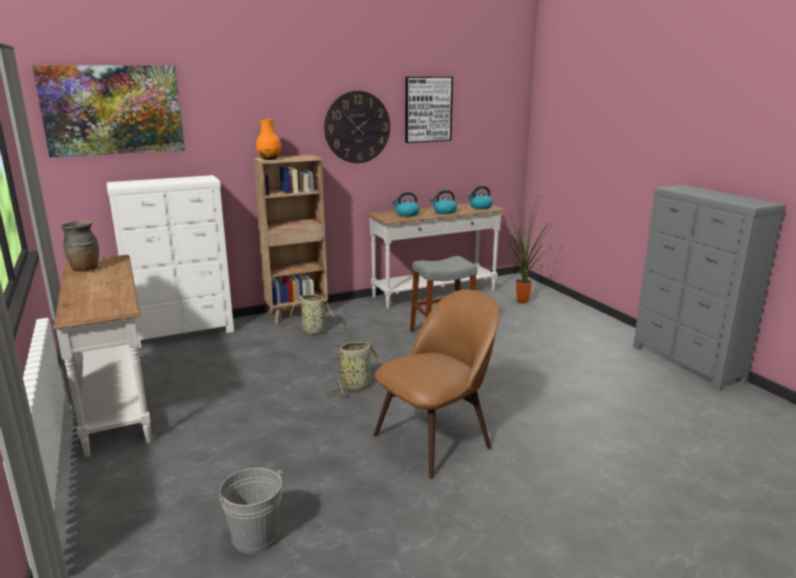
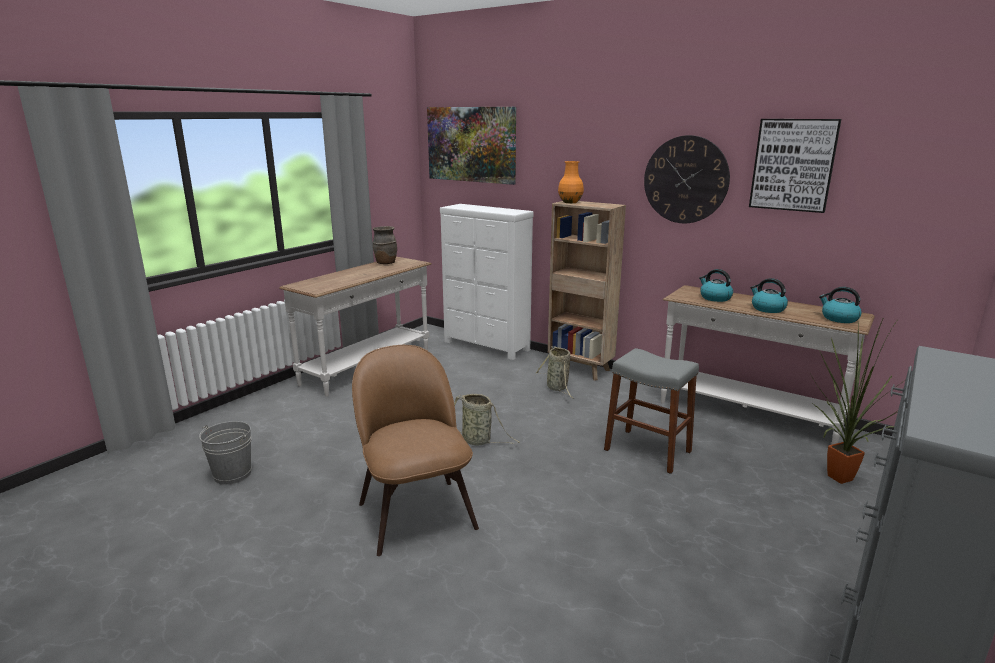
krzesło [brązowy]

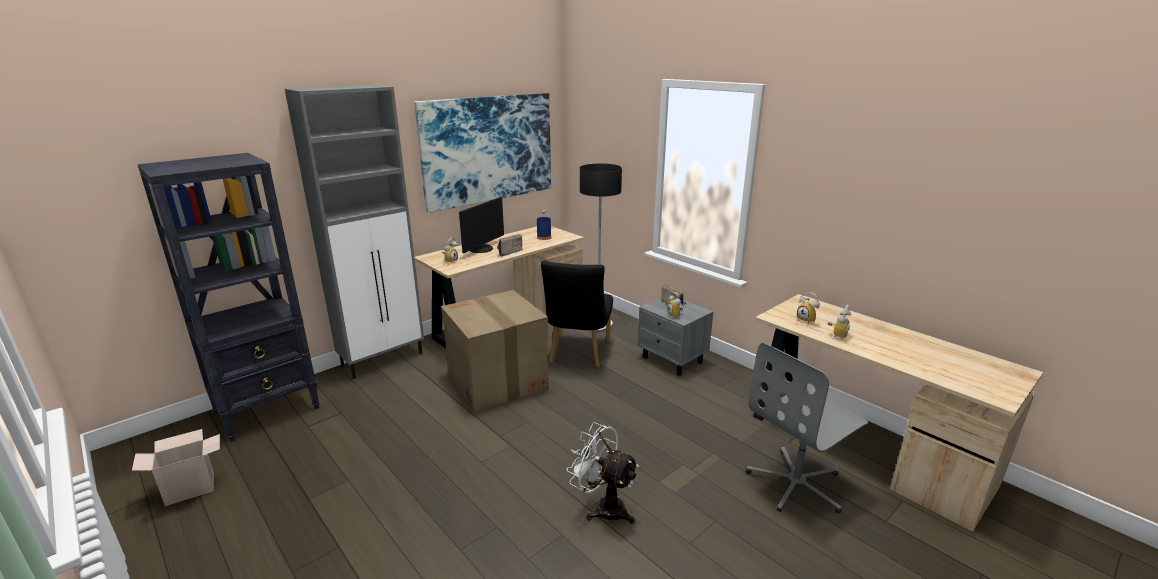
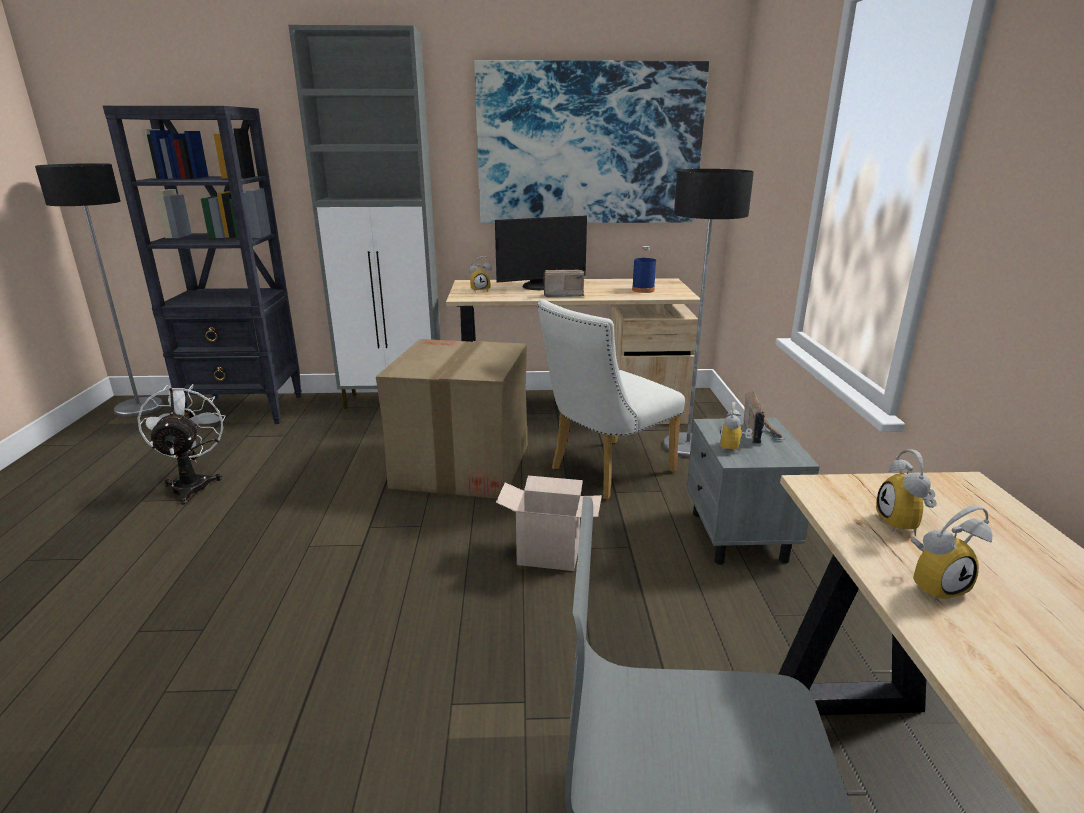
lampa stojąca (1st from left)
karton (2nd from left)
wentylator [biały]
krzesło [biały]

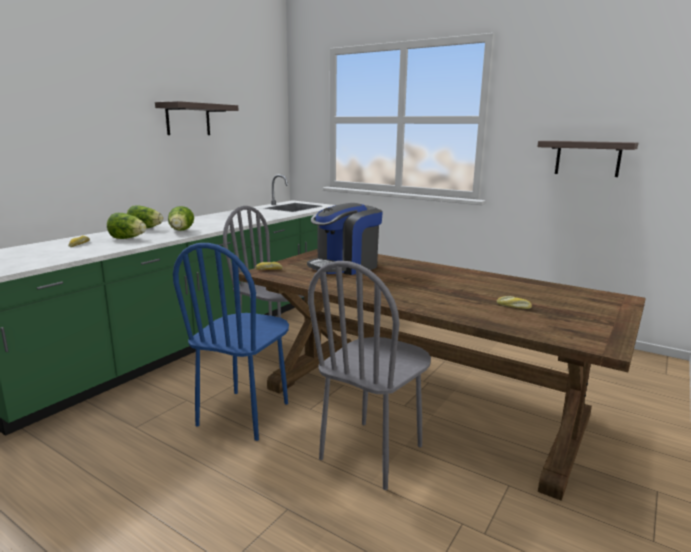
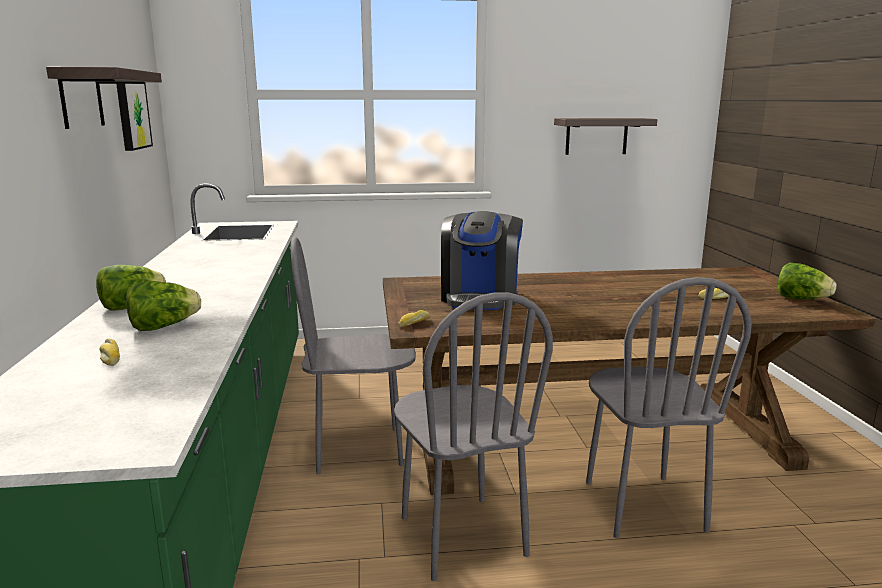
obraz
sałata (3rd from left)
krzesło [szary] (2nd from left)

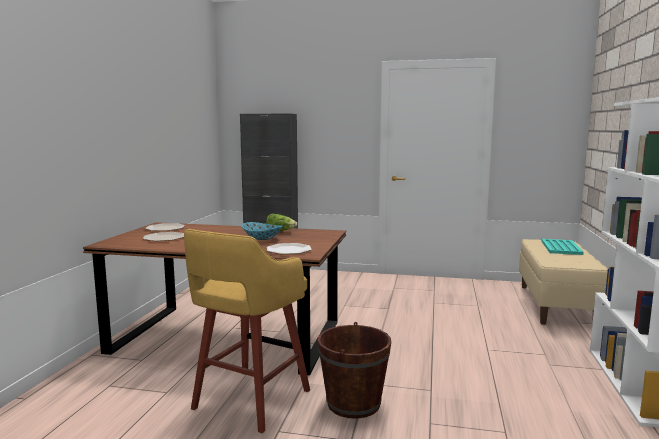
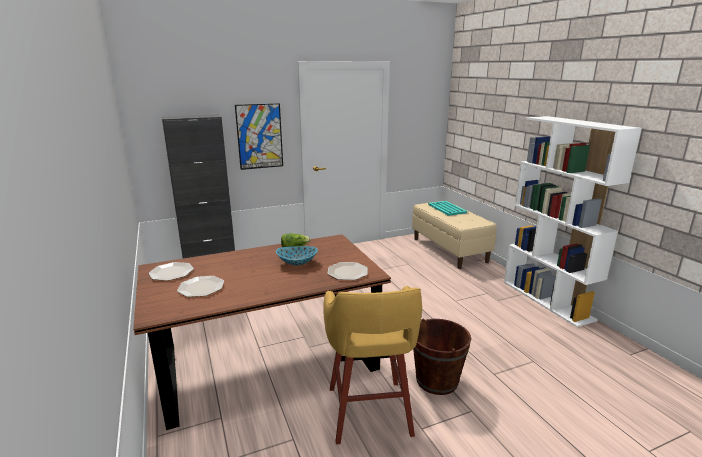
obraz

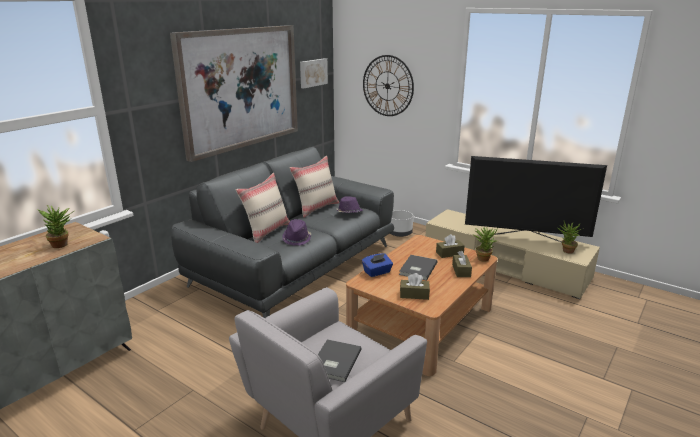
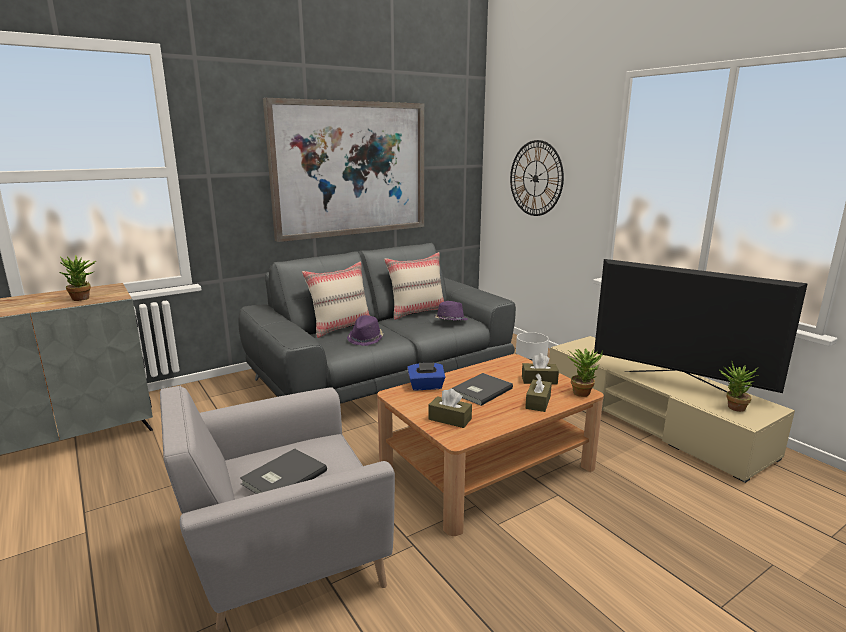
obraz (2nd from left in the first image)

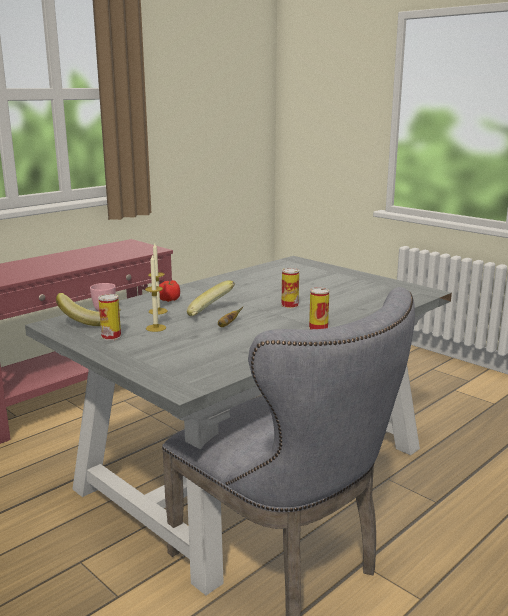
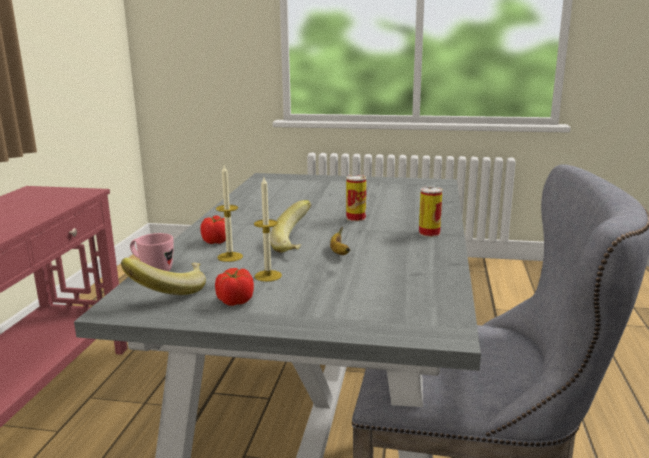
pomidor (2nd from left)

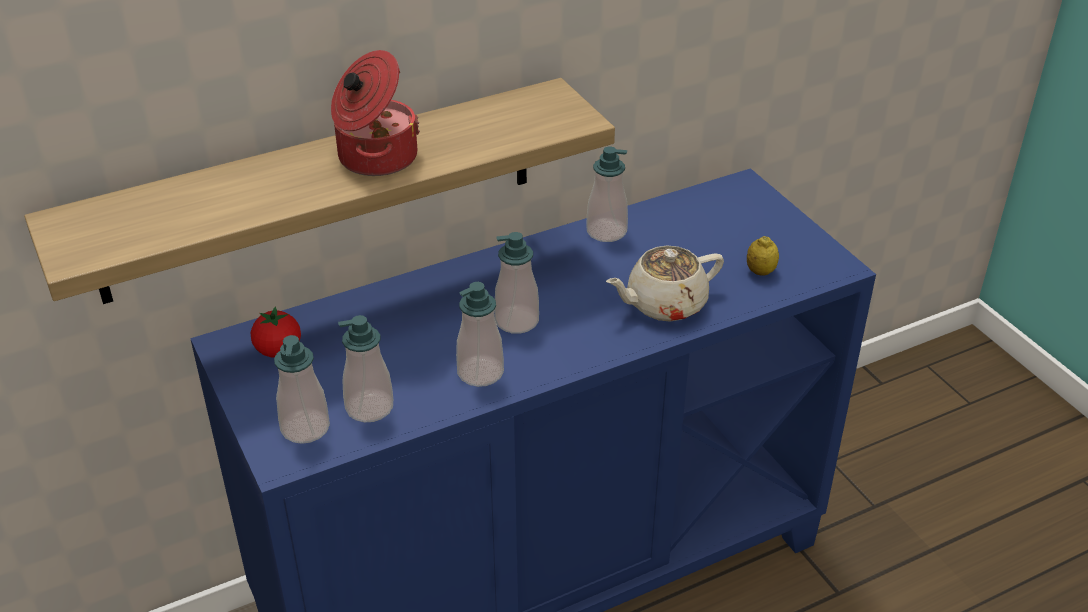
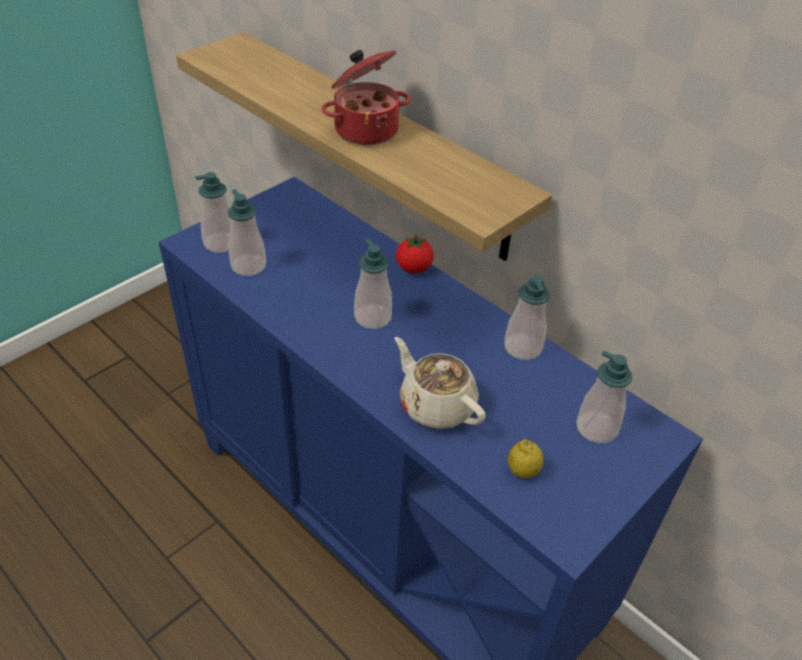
pomidor
dozownik mydła (5th from left)

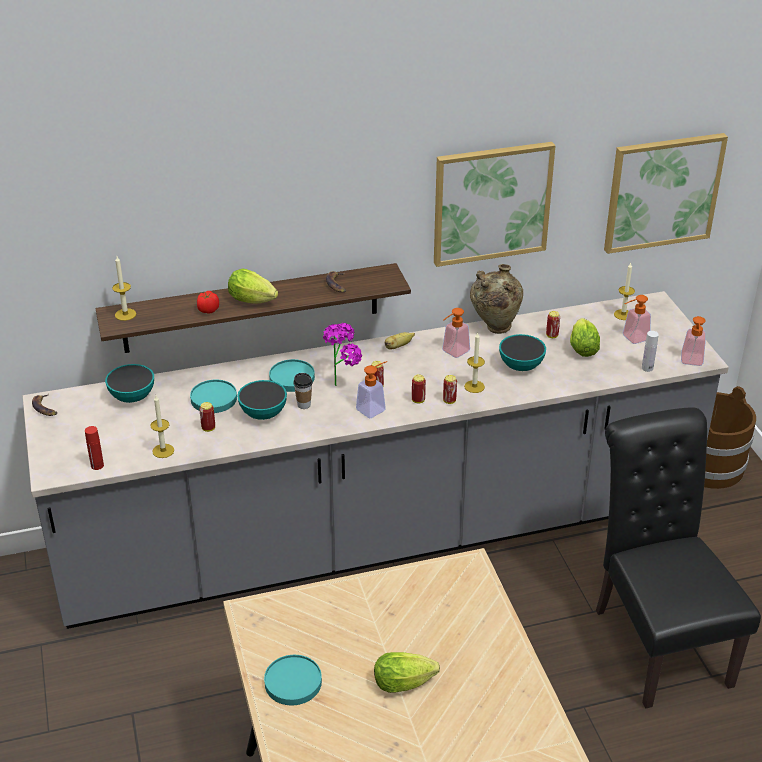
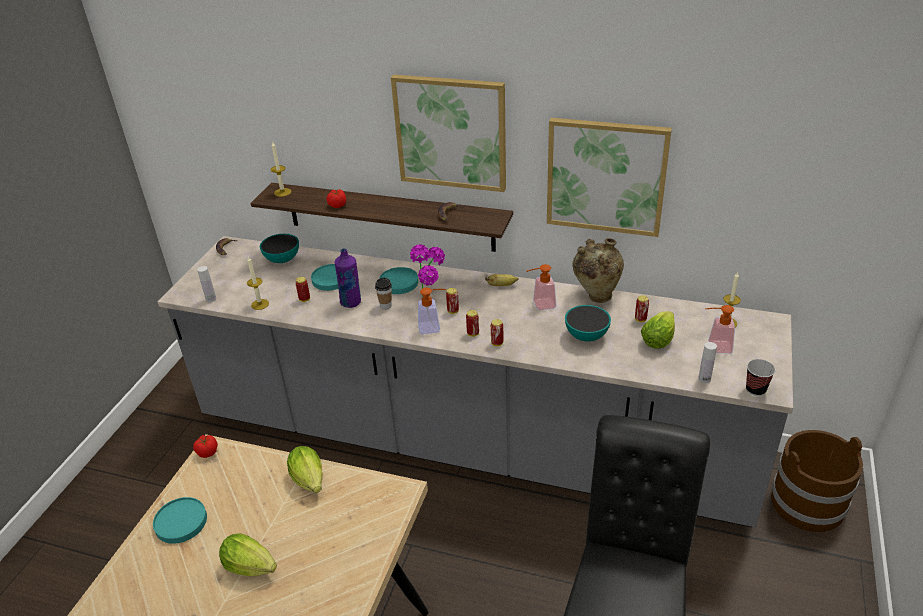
świeca (3rd from left in the first image)
pomidor (1st from left)
sałata (2nd from left)
obraz (1st from left)
butelka [fioletowy]
filiżanka (2nd from left)
butelka [biały] (1st from left)

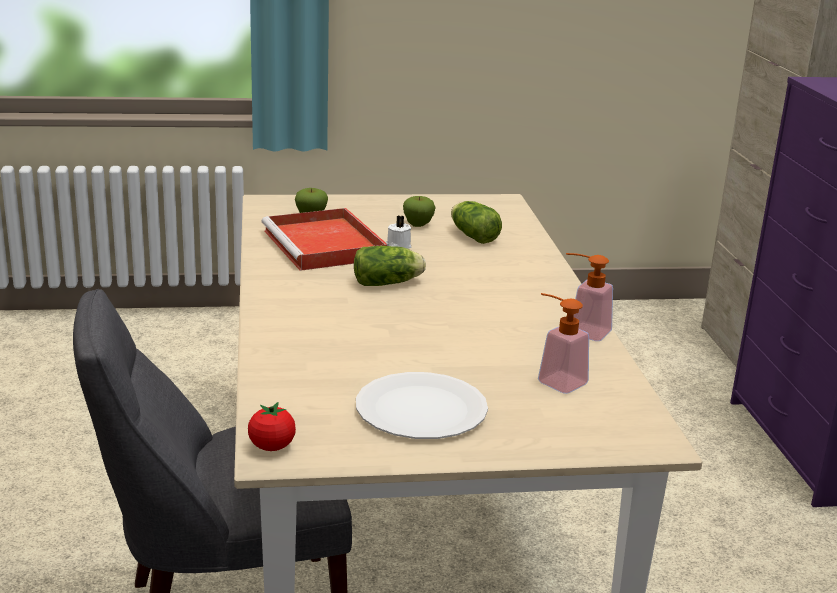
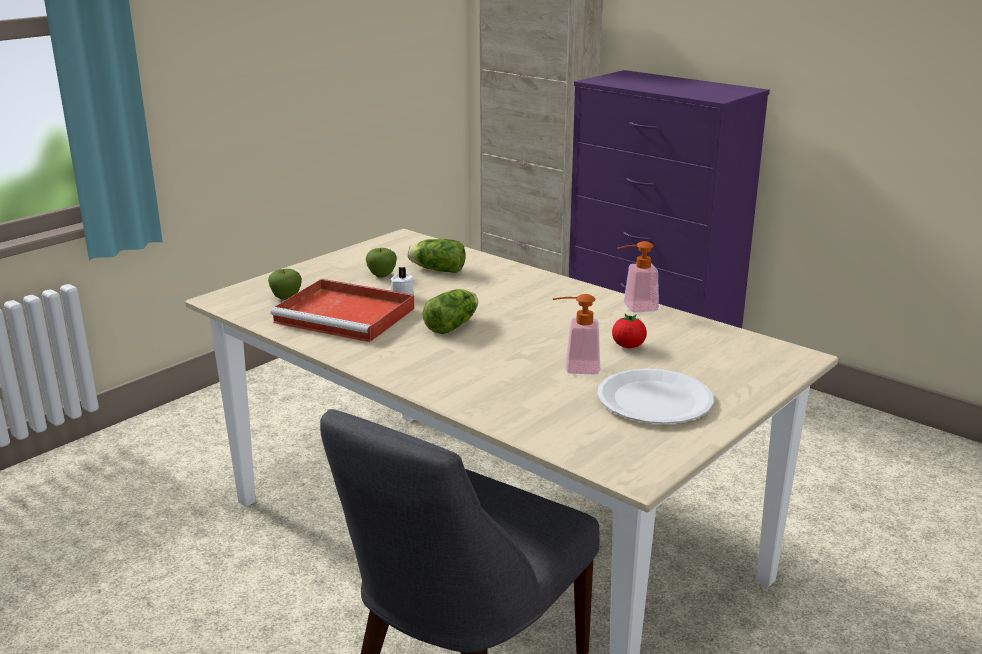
pomidor
dozownik mydła (1st from left)

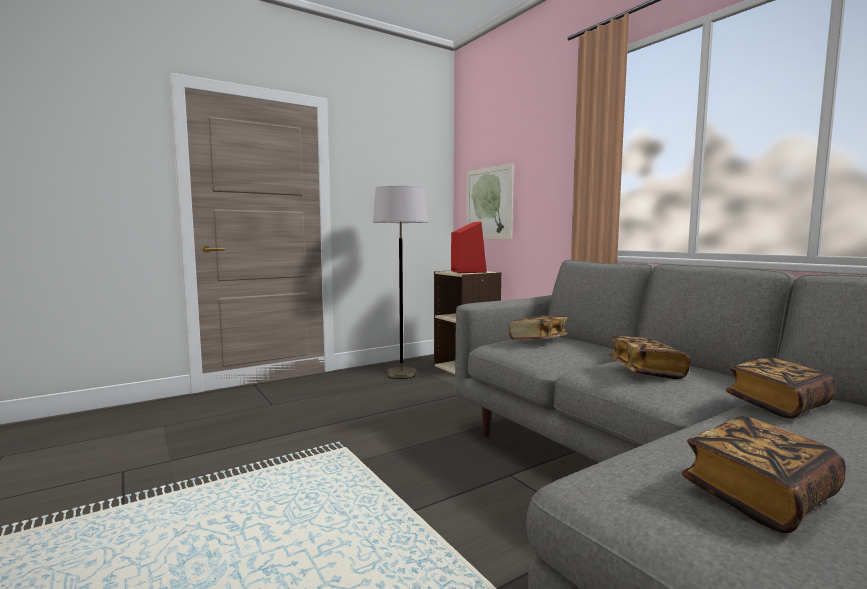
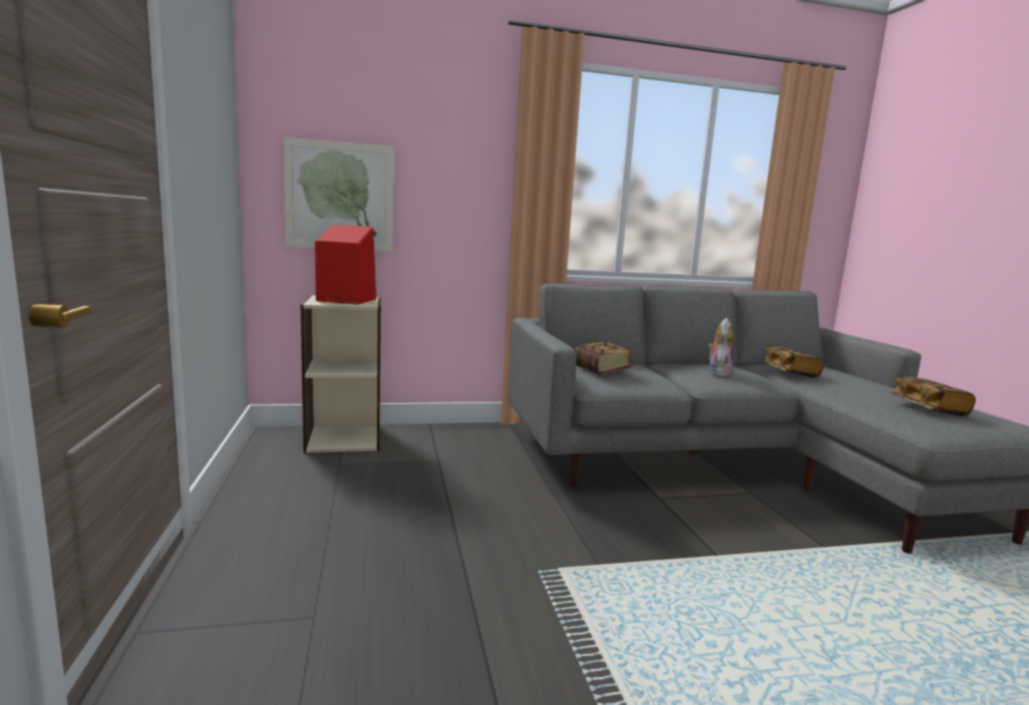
lampa stojąca [szary]
pluszak

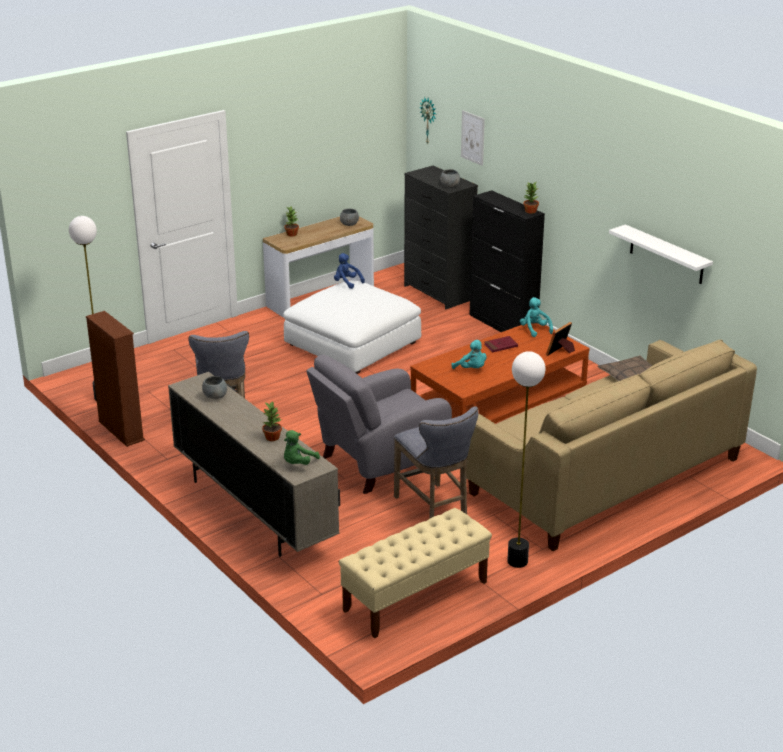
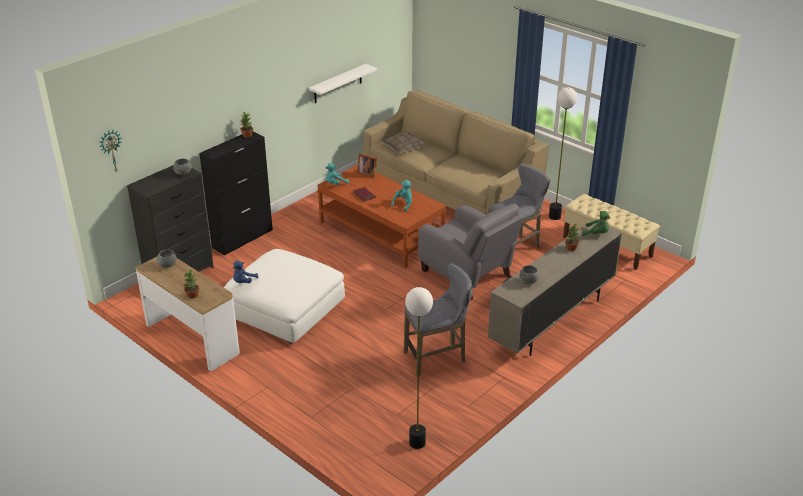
regał [brązowy]
obraz

